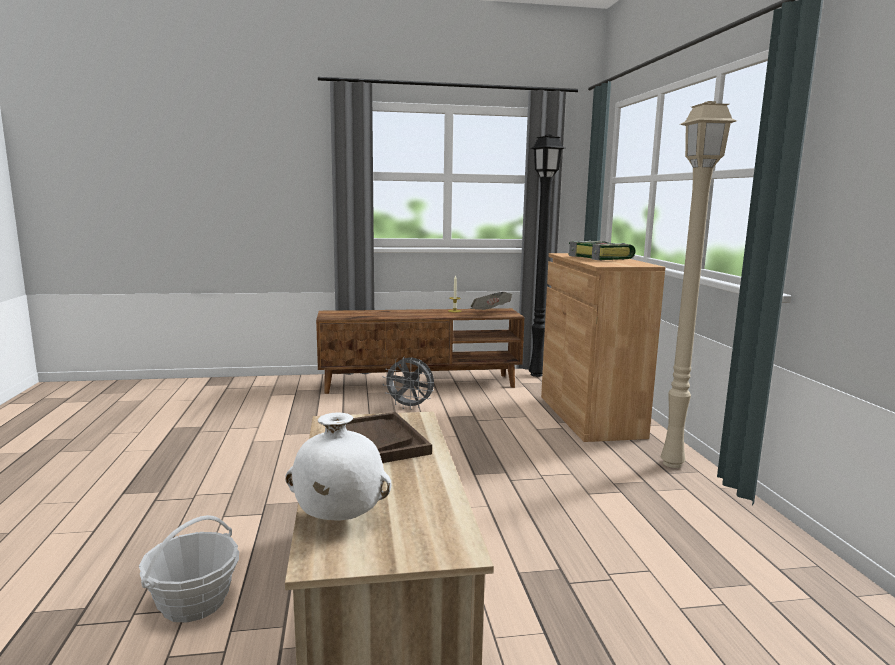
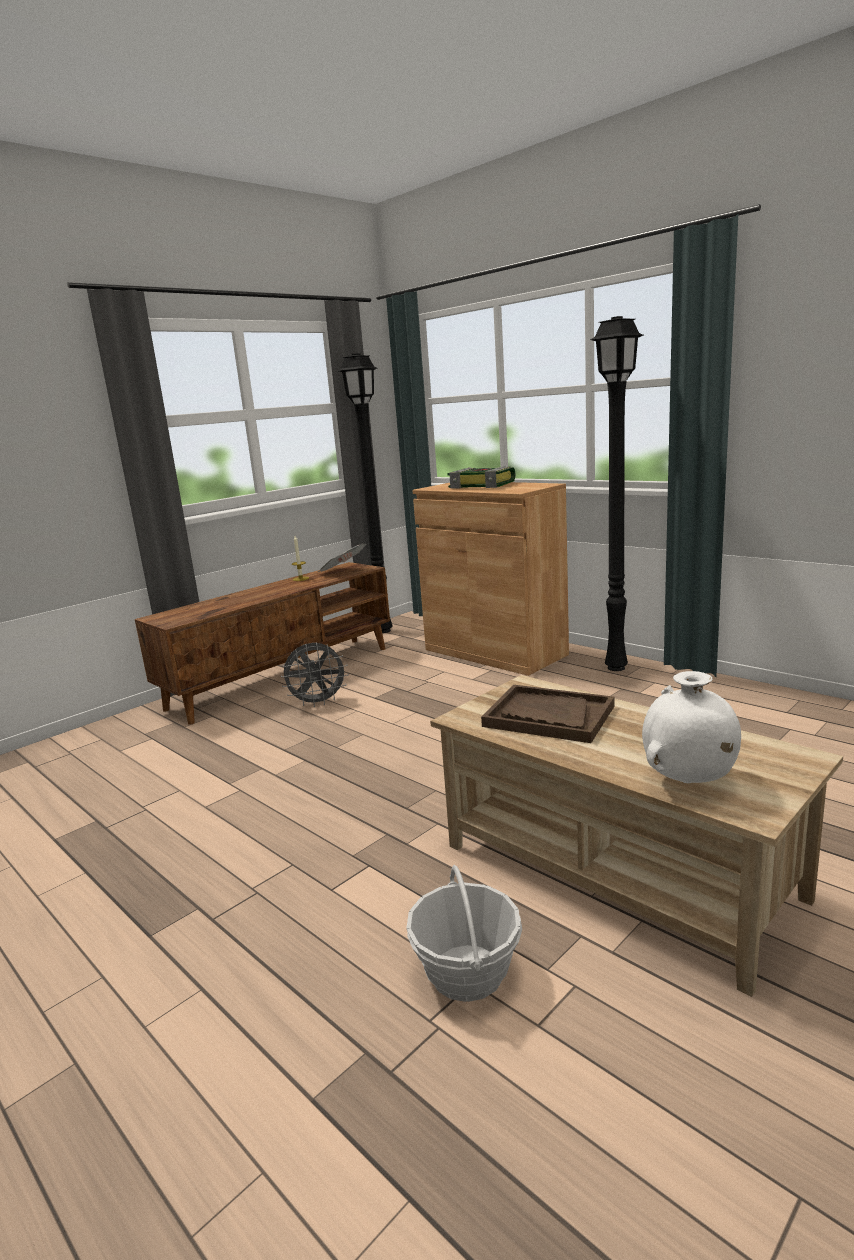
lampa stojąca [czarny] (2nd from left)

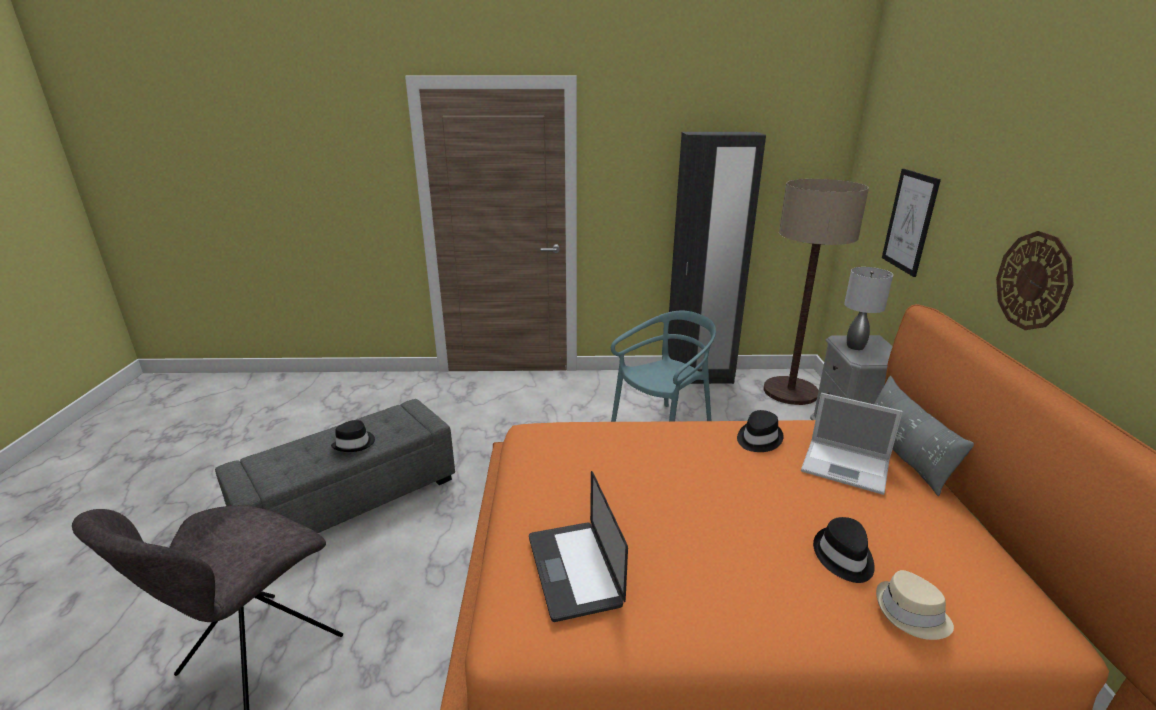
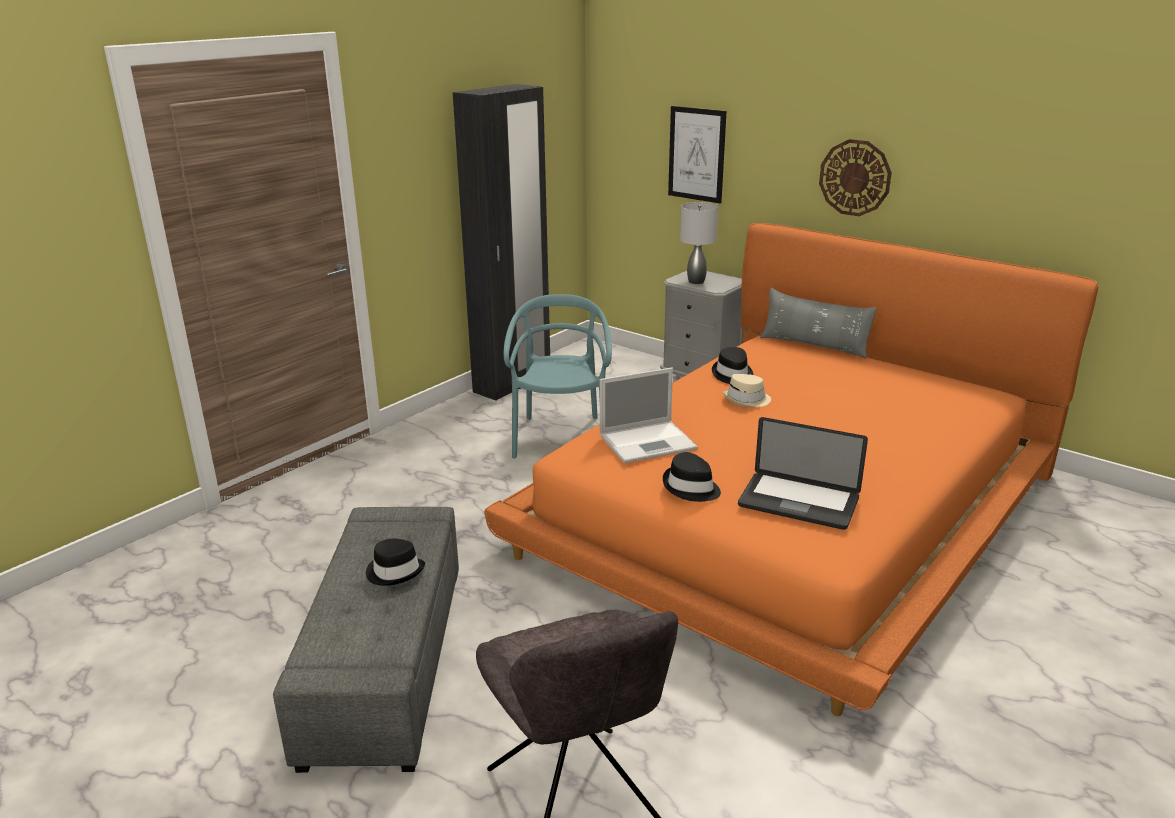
lampa stojąca
laptop (1st from left)
kapelusz [czarny] (2nd from left)
kapelusz [beżowy]

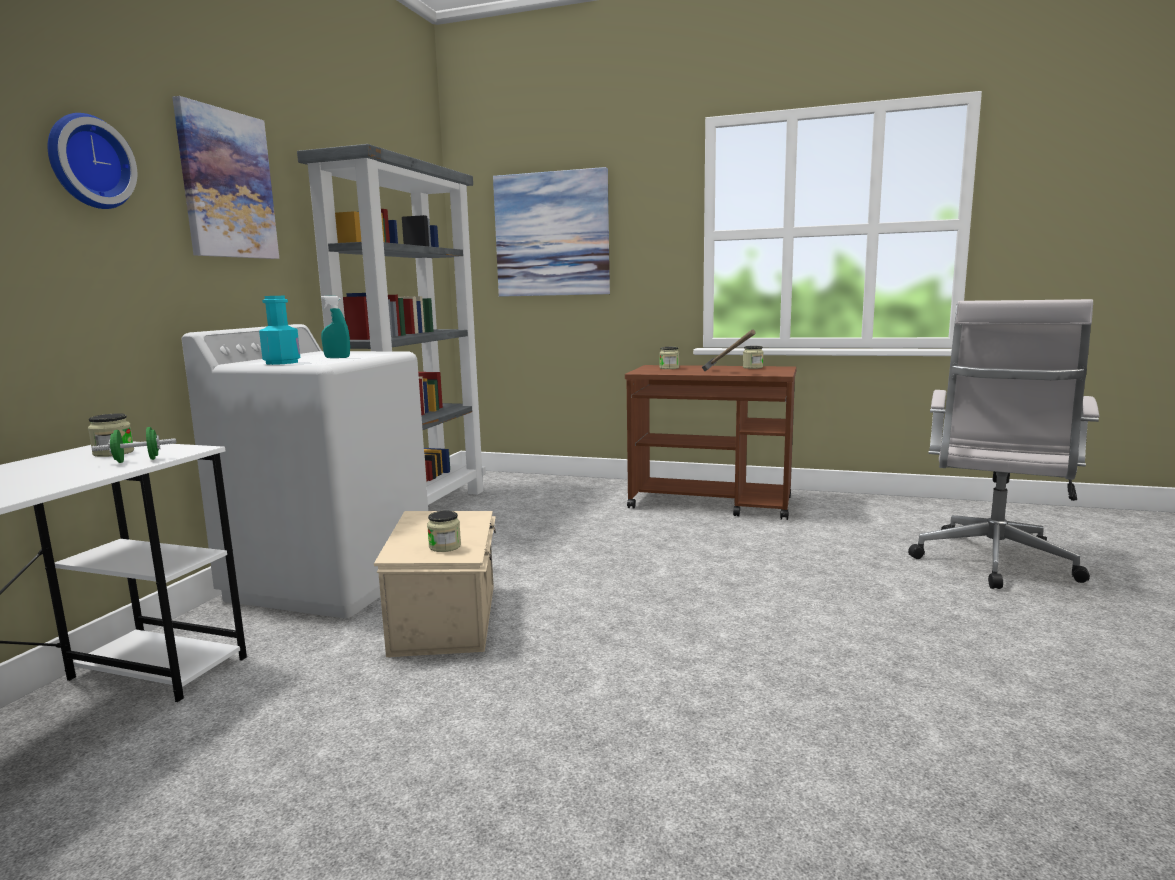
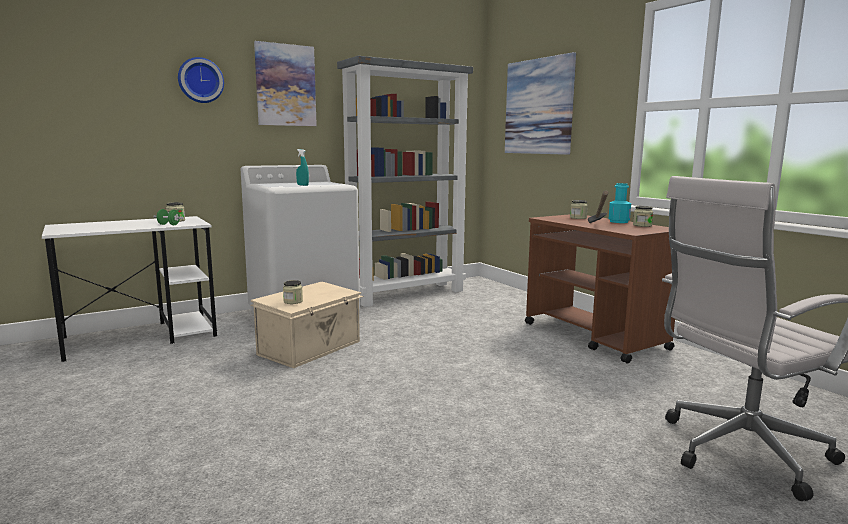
butelka [turkusowy]

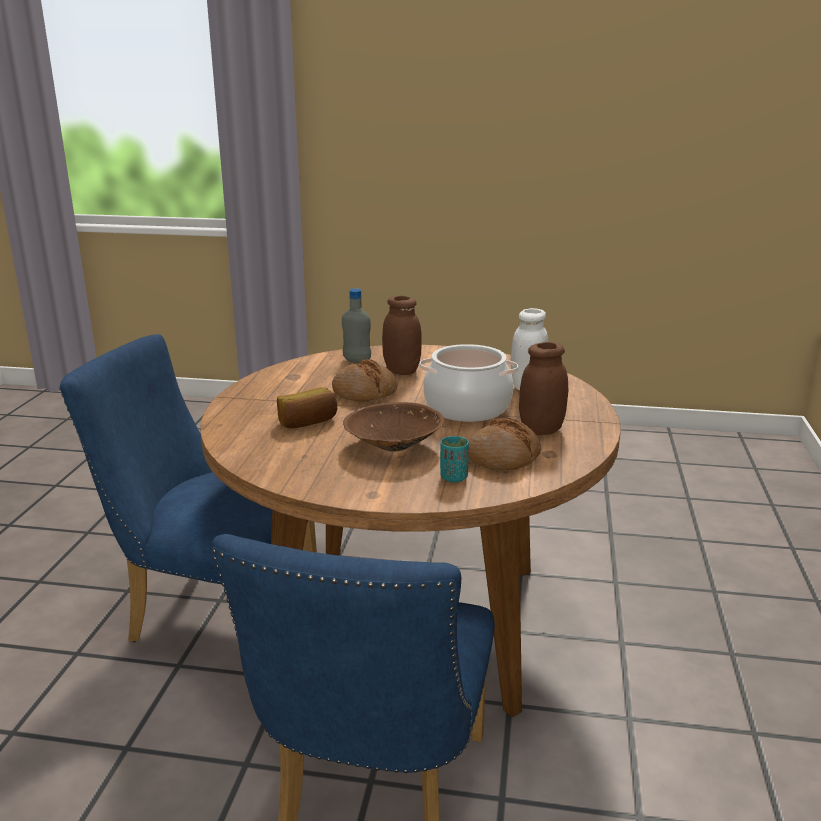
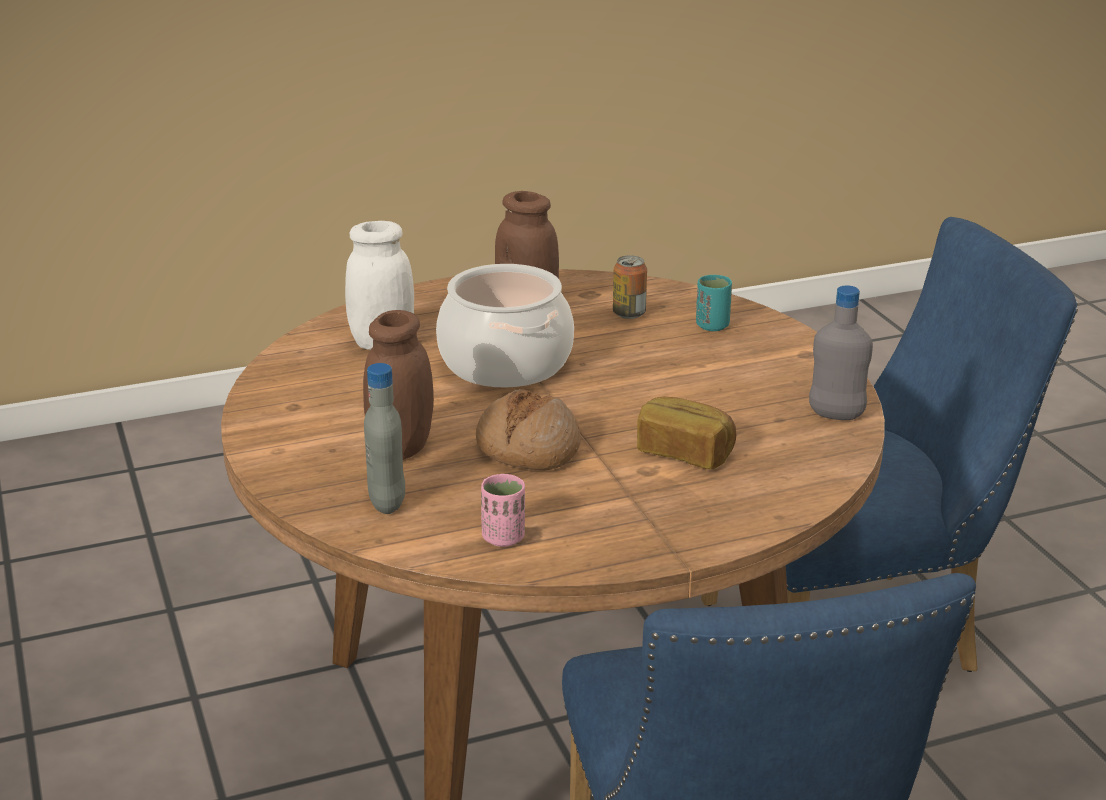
miska [brązowy]
filiżanka [różowy]
butelka [szary] (2nd from left)
puszka

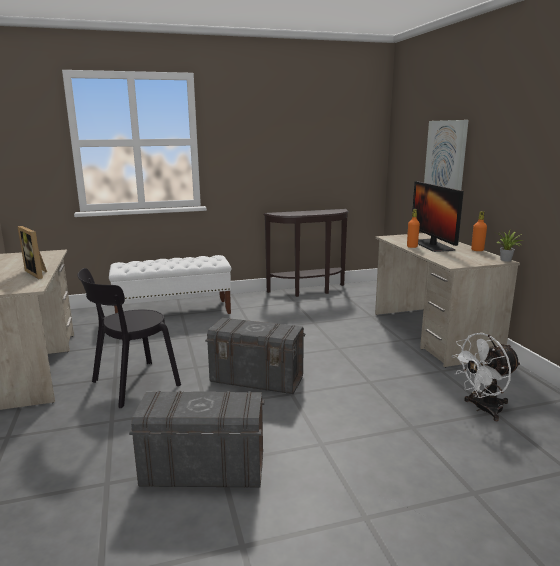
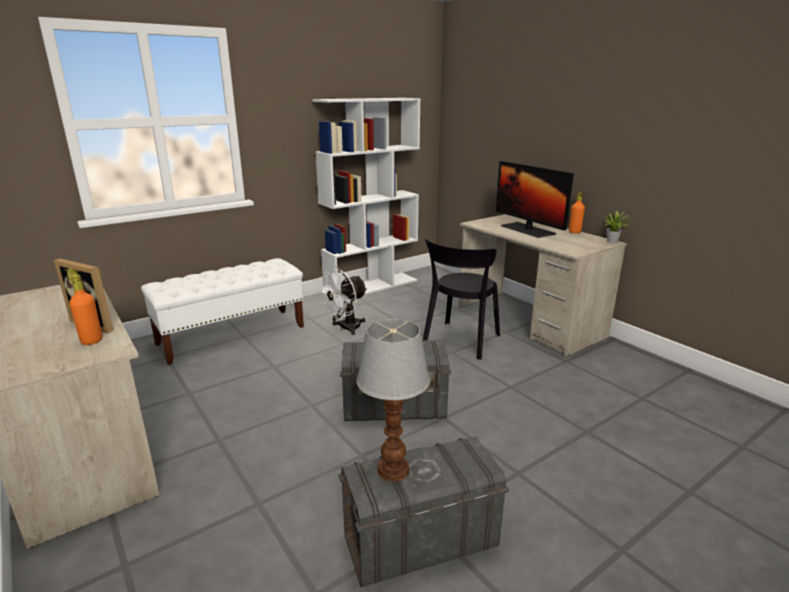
obraz
lampa stołowa
krzesło [czarny]
butelka [pomarańczowy] (1st from left)
wentylator [biały]
regał [biały]

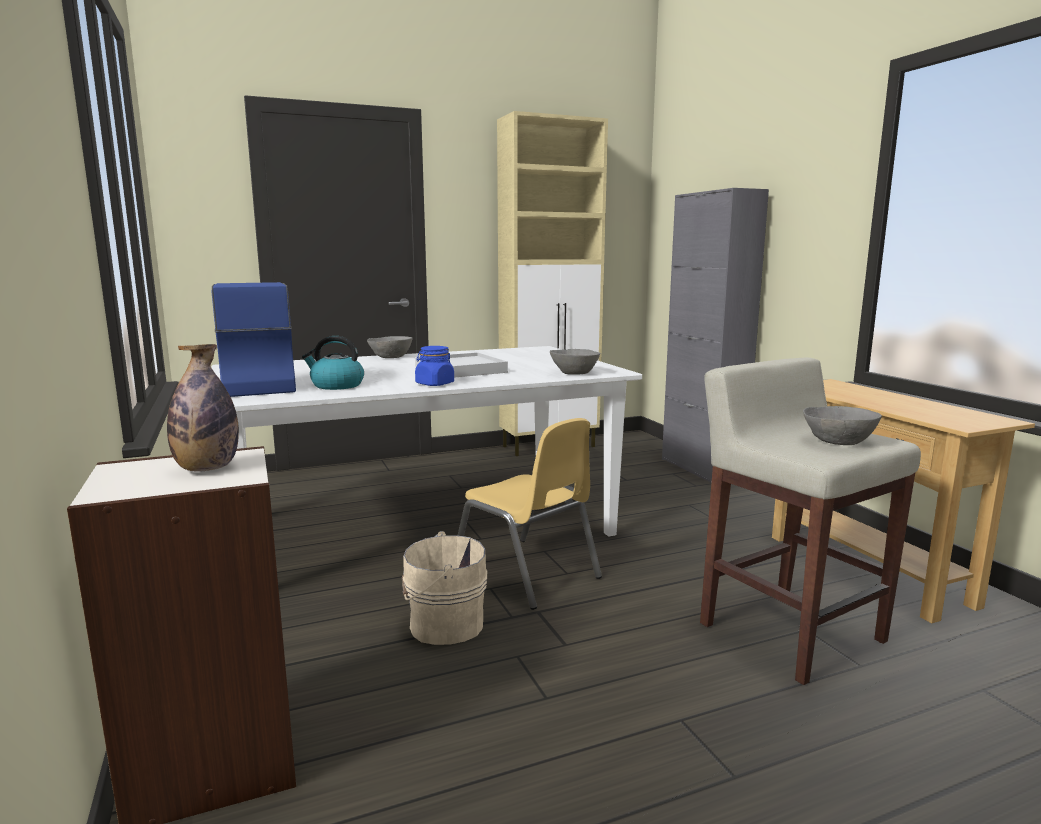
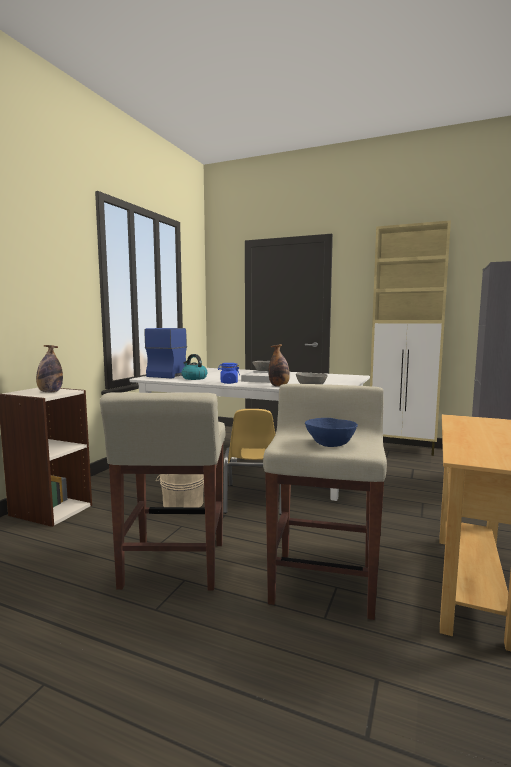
stołek [beżowy] (1st from left)
butelka (2nd from left)
miska [niebieski]

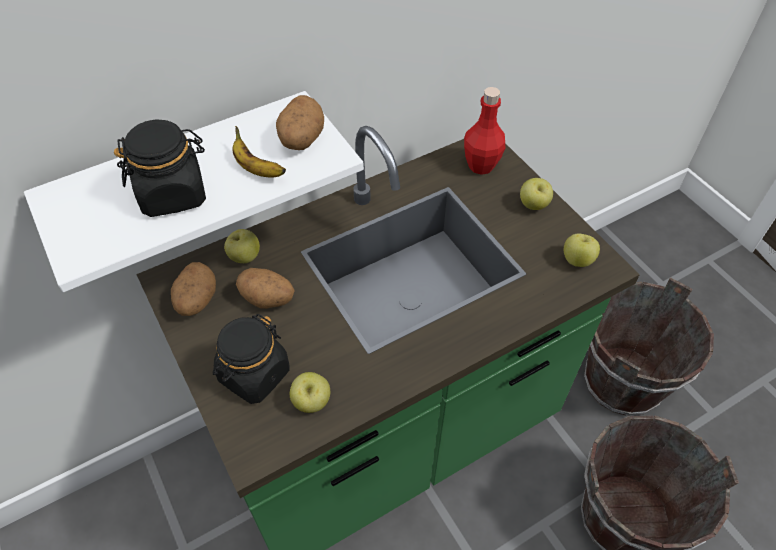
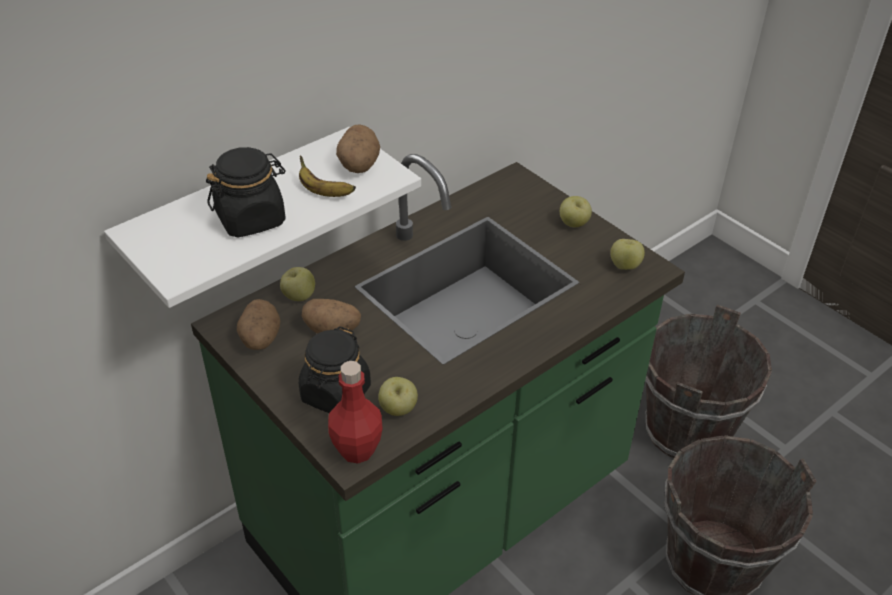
butelka [czerwony]

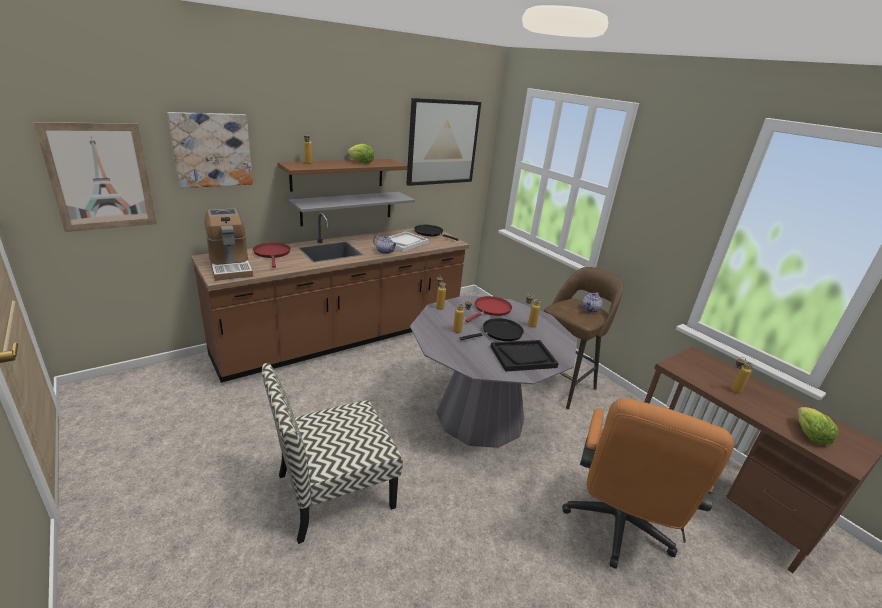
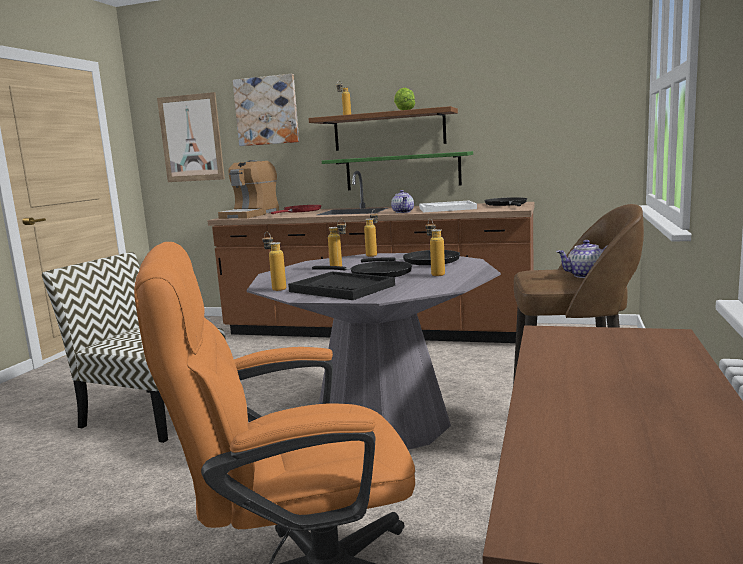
obraz (3rd from left in the first image)
sałata (2nd from left in the first image)
butelka (1st from left)
półka [zielony]
patelnia [czarny] (2nd from left)

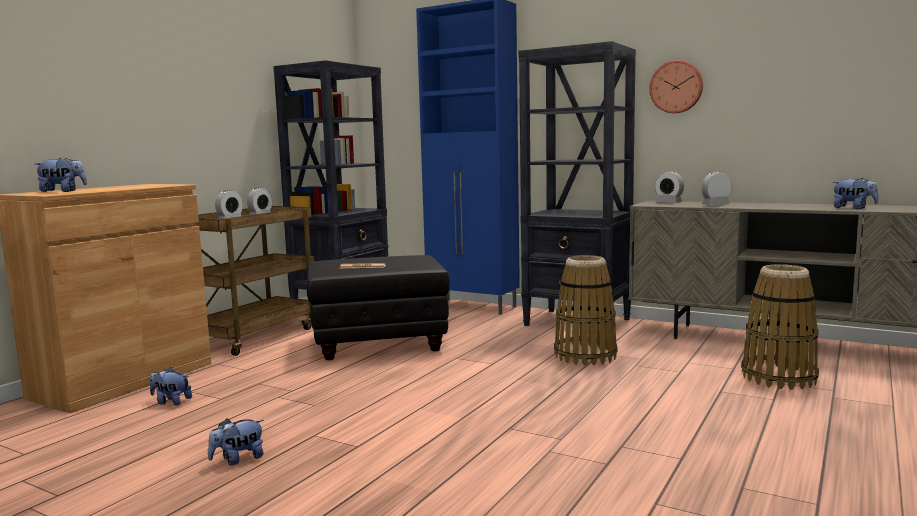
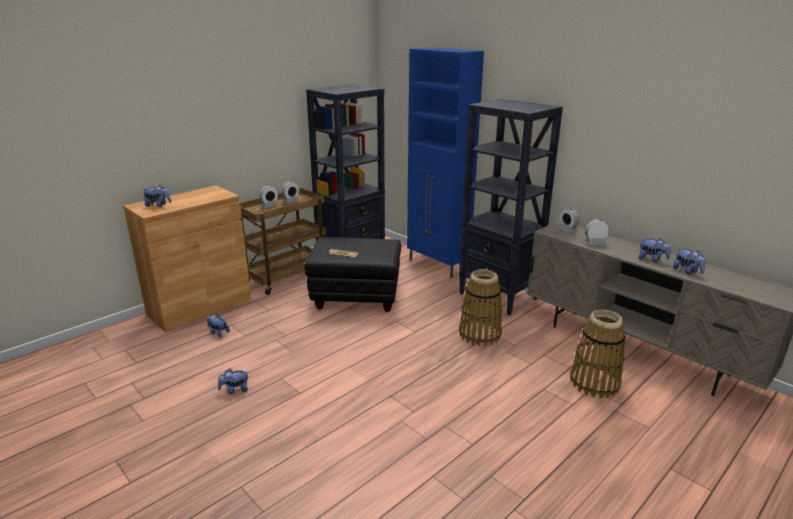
zegar ścienny
pluszak (4th from left)

